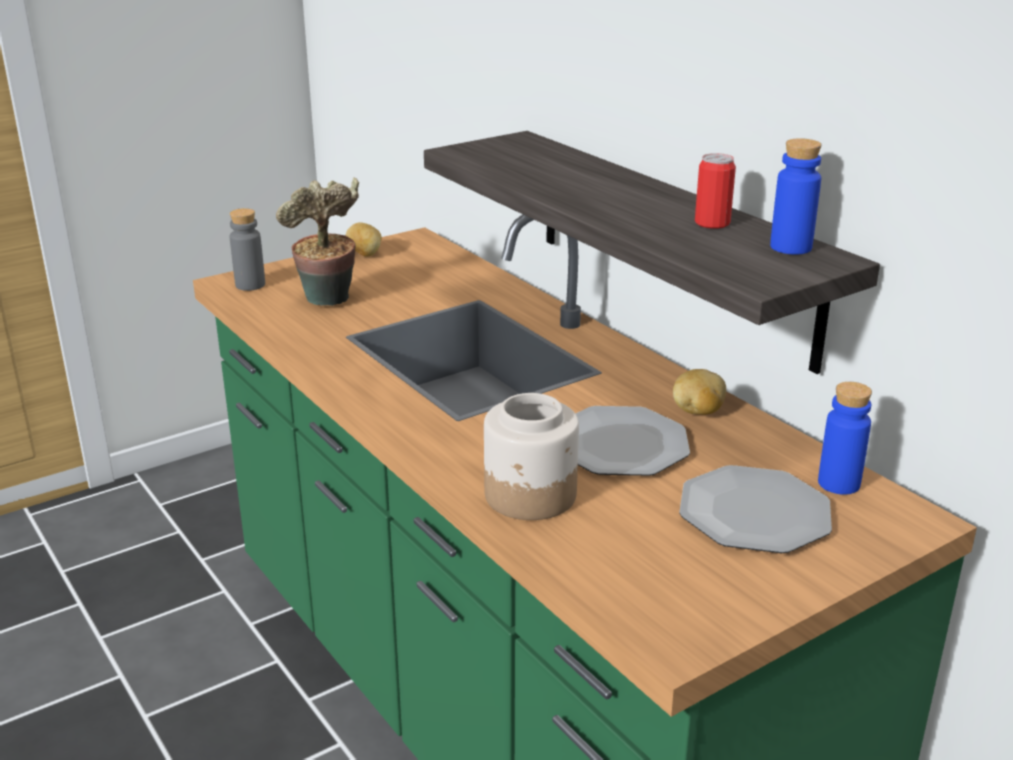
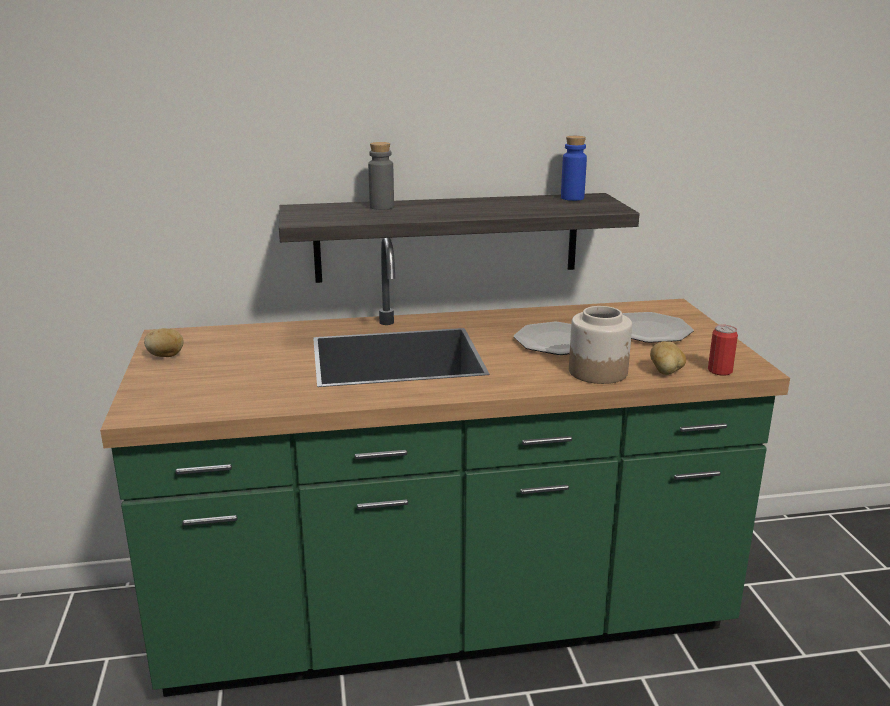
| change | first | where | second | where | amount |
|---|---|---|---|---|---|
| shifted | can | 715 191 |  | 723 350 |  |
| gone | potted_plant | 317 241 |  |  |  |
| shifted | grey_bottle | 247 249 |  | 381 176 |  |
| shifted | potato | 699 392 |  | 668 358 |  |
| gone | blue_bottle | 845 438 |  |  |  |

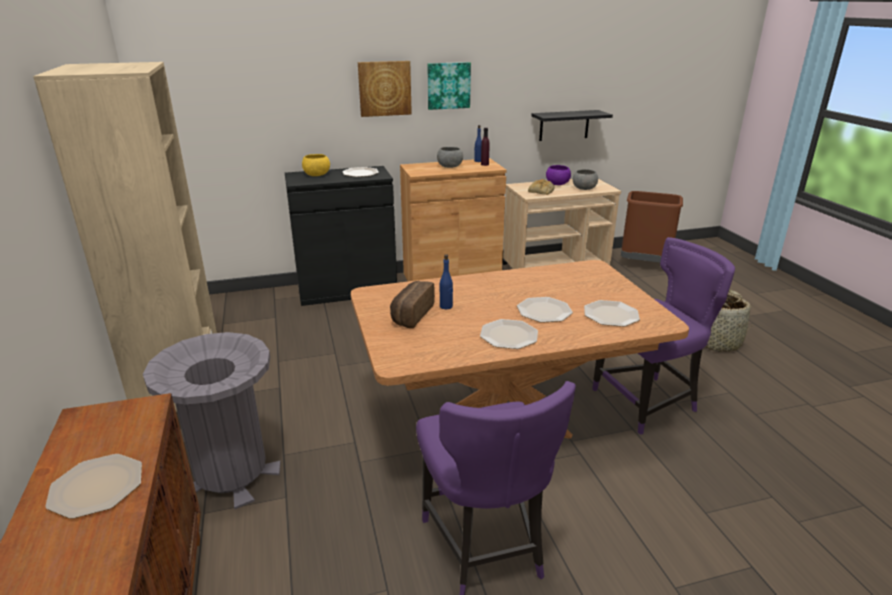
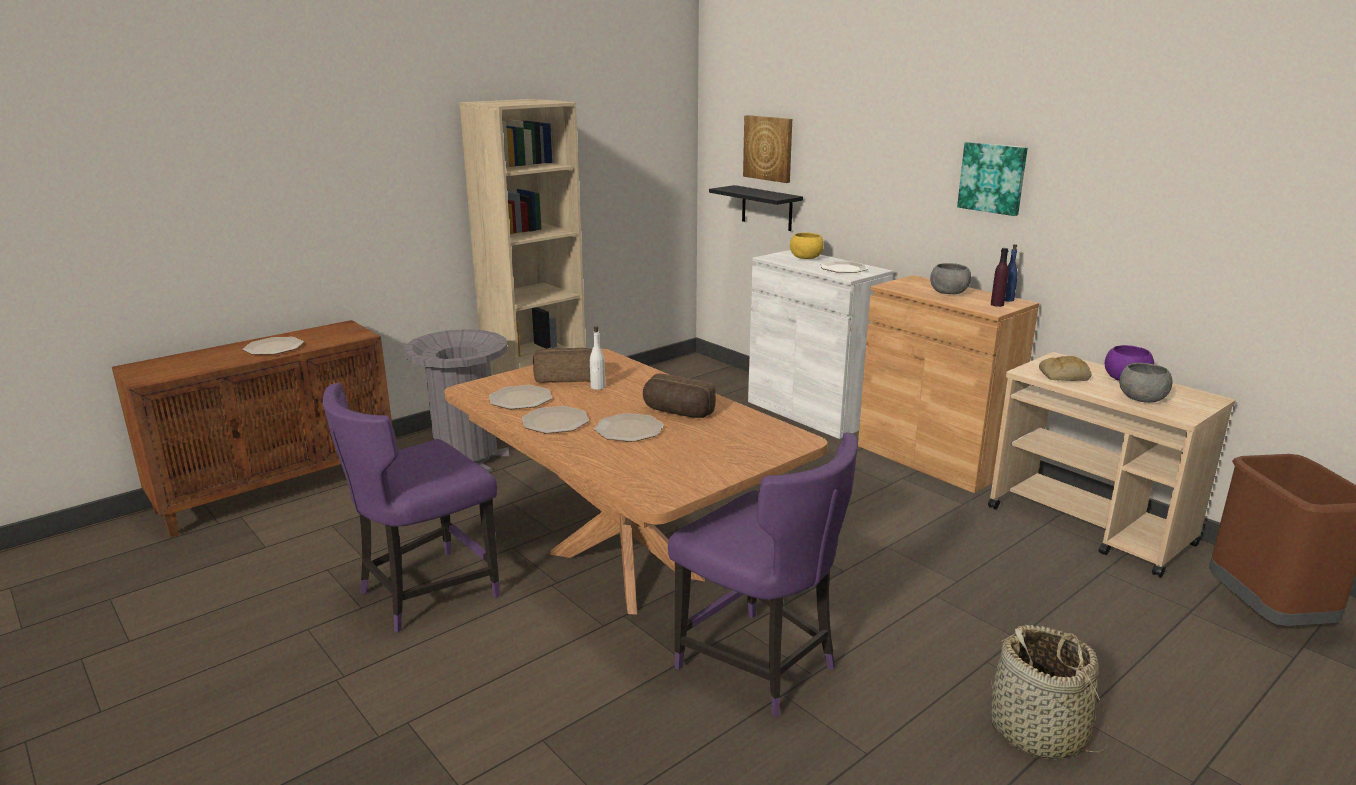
| change | first | where | second | where | amount |
|---|---|---|---|---|---|
| shifted | picture | 385 89 |  | 767 149 |  |
| shifted | black_shelf | 572 125 |  | 756 208 |  |
| repainted | black_cabinet | 341 236 | white_cabinet | 820 344 |  |
| repainted | blue_bottle | 446 281 | white_bottle | 597 358 |  |
| shifted | plate | 612 313 |  | 520 397 |  |
| new |  |  | bread | 679 395 |  |

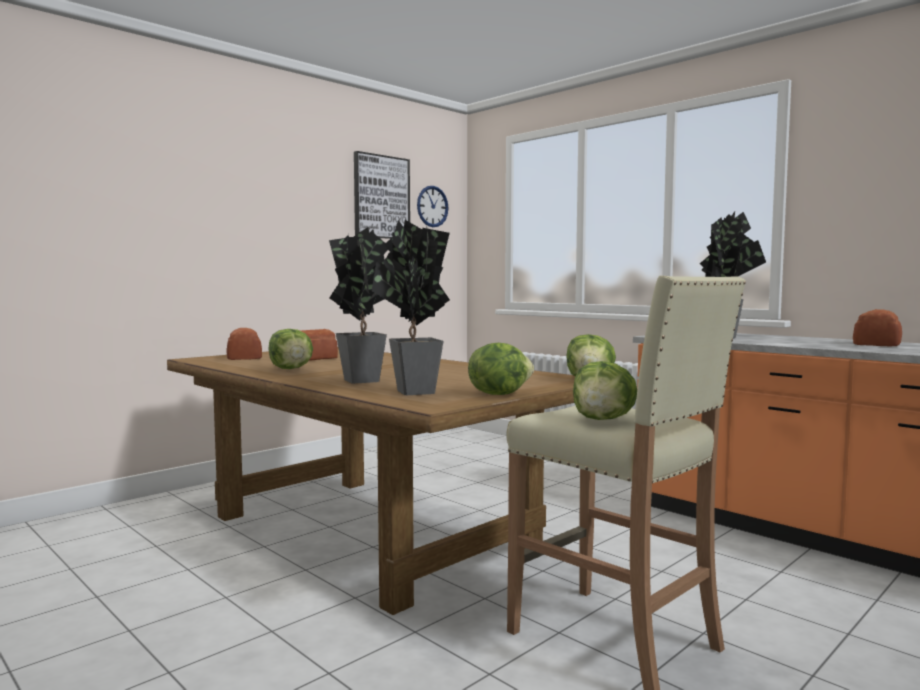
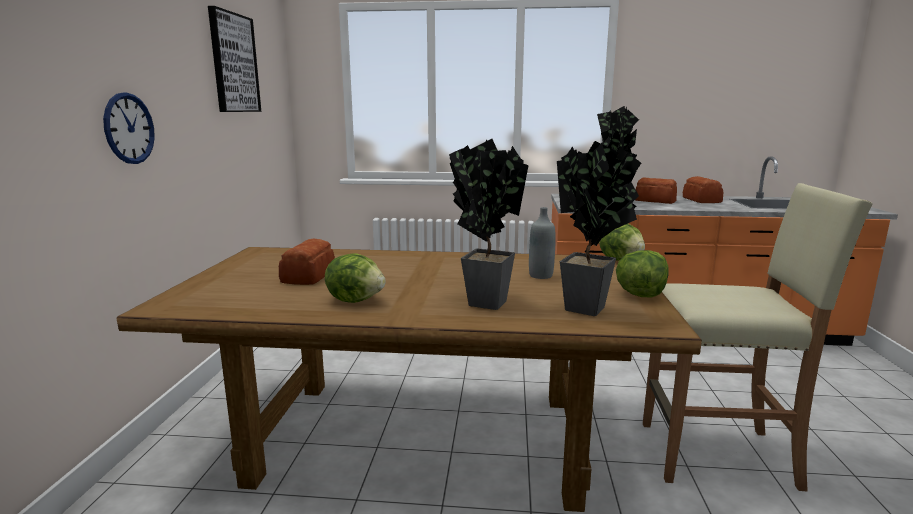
| change | first | where | second | where | amount |
|---|---|---|---|---|---|
| shifted | wall_clock | 432 206 |  | 129 128 |  |
| shifted | bread | 244 344 |  | 656 191 |  |
| gone | lettuce | 605 390 |  |  |  |
| new |  |  | grey_bottle | 542 243 |  |

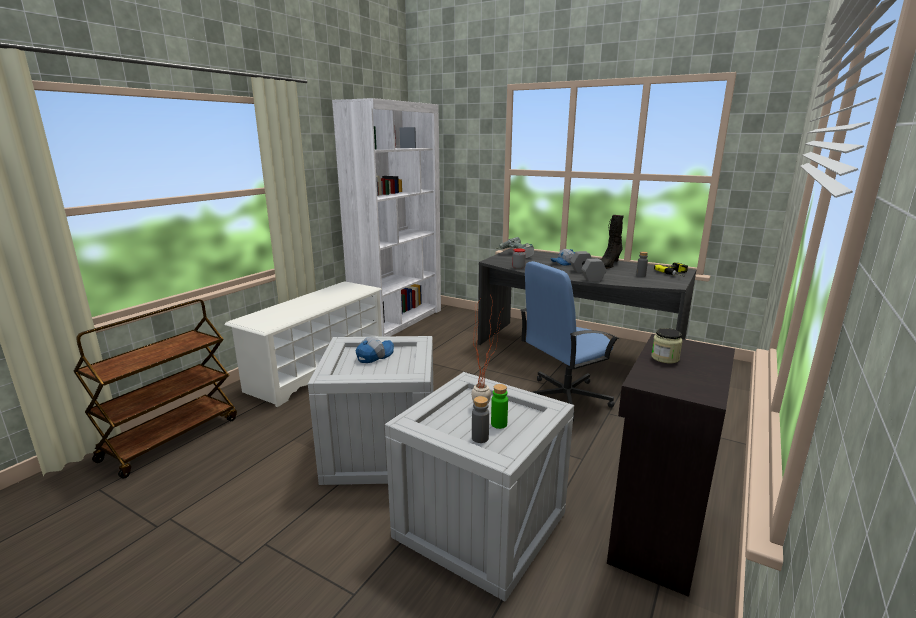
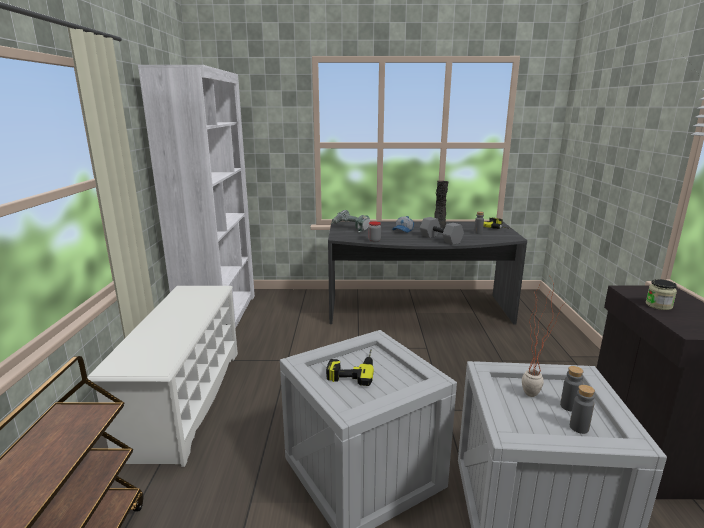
| change | first | where | second | where | amount |
|---|---|---|---|---|---|
| gone | blue_office_chair | 569 341 |  |  |  |
| swapped | cap | 375 350 | power_drill | 350 367 |  |
| repainted | green_bottle | 499 406 | grey_bottle | 572 389 |  |

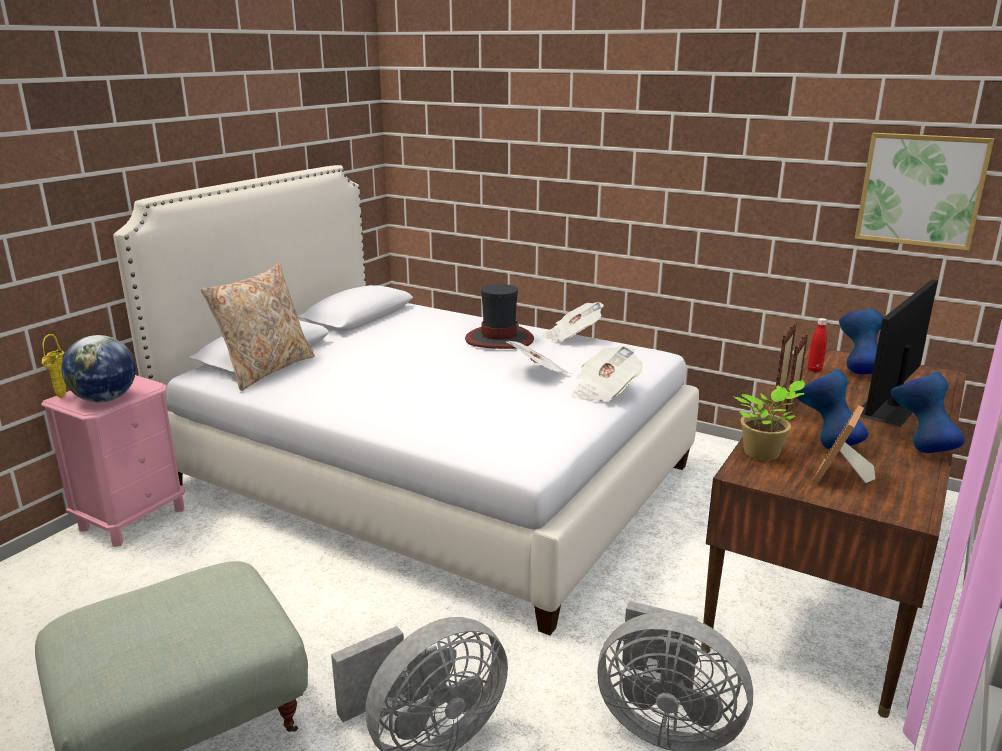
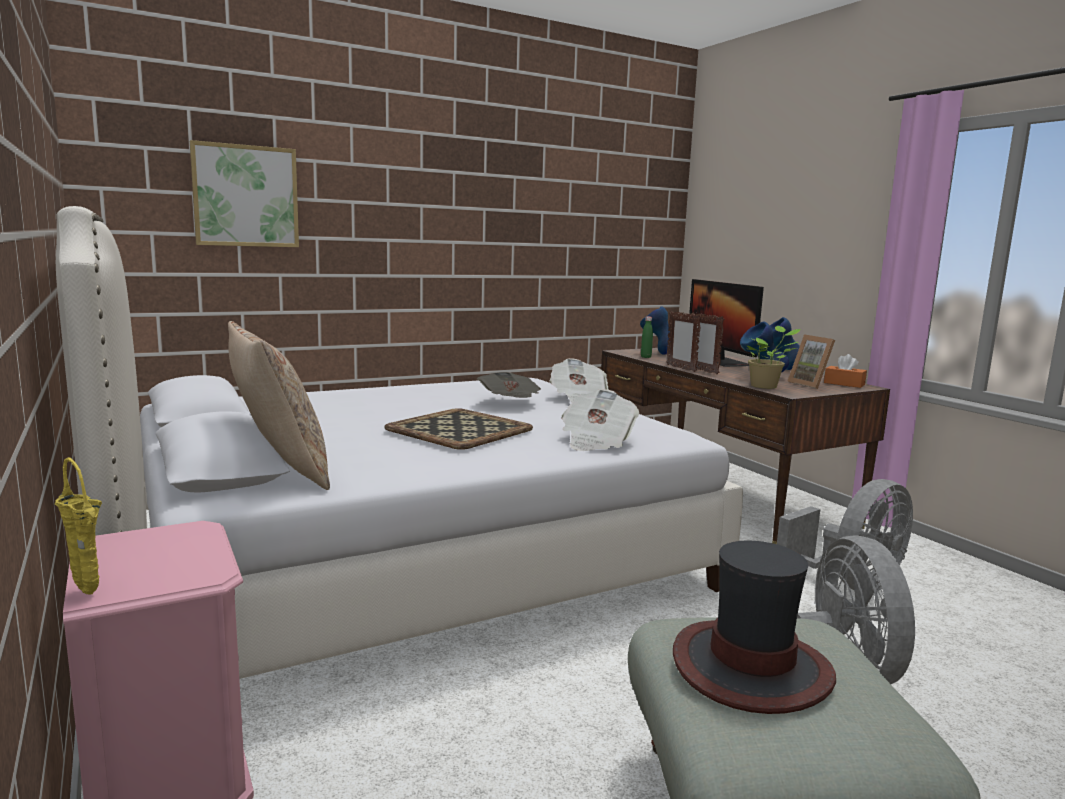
| change | first | where | second | where | amount |
|---|---|---|---|---|---|
| shifted | picture | 924 192 |  | 244 193 |  |
| shifted | hat | 499 316 |  | 754 627 |  |
| shifted | newspaper | 573 322 |  | 600 420 |  |
| repainted | red_bottle | 817 345 | green_bottle | 647 337 |  |
| gone | globe | 99 368 |  |  |  |
| new |  |  | orange_tissue_box | 845 371 |  |
| new |  |  | tray | 458 429 |  |

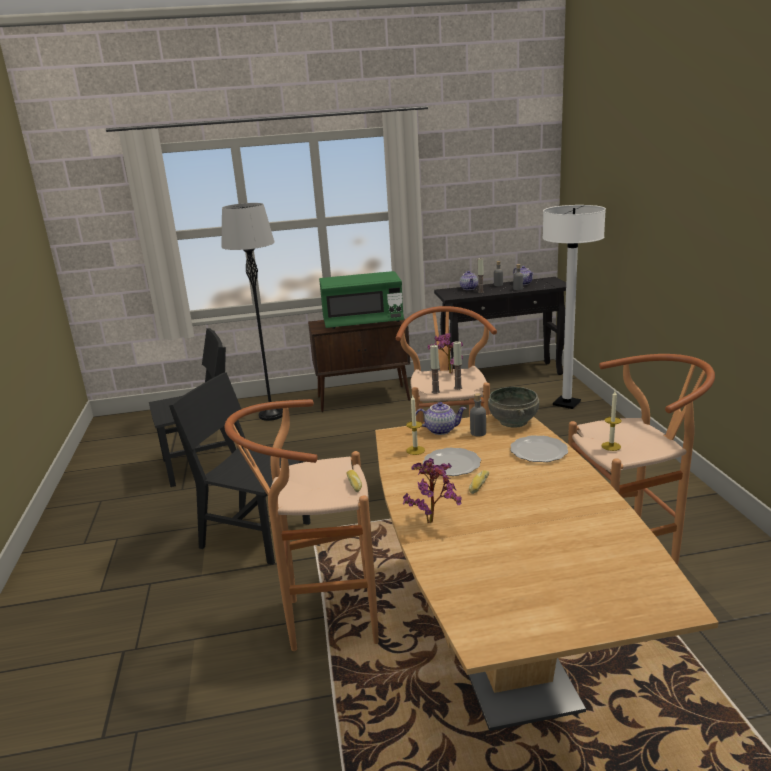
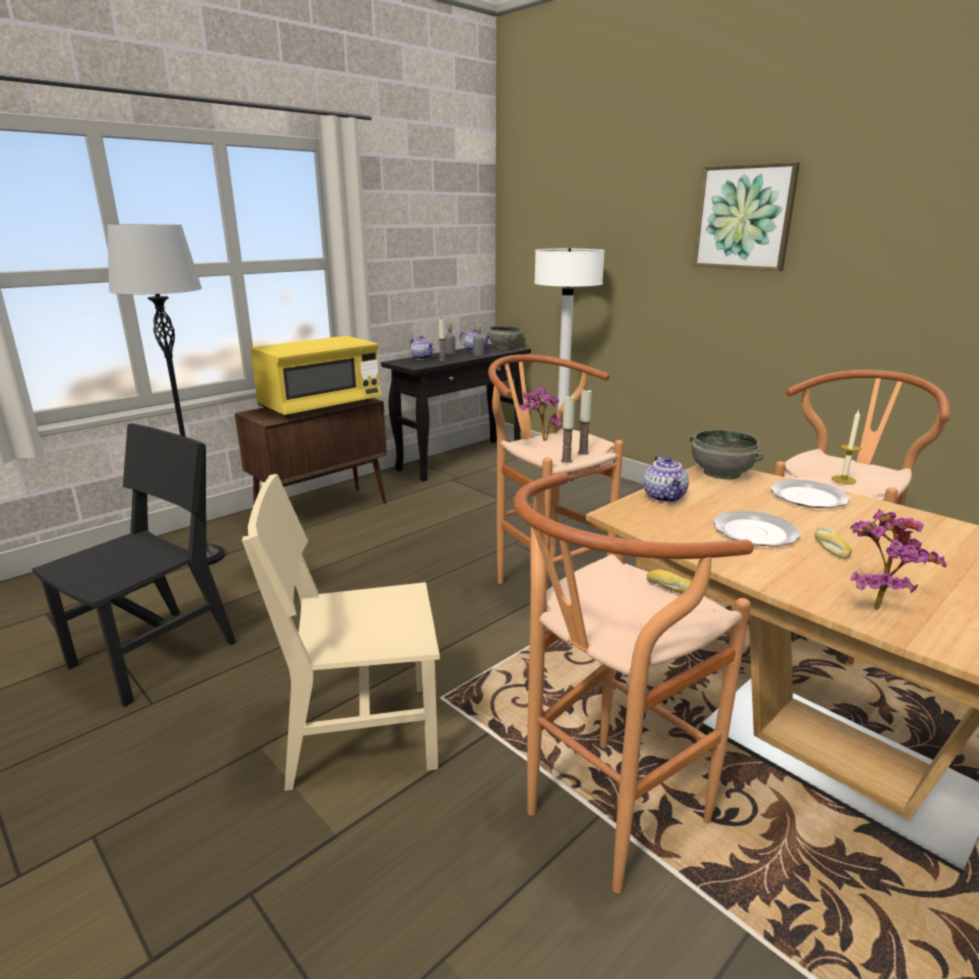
| change | first | where | second | where | amount |
|---|---|---|---|---|---|
| repainted | green_microwave | 361 300 | yellow_microwave | 315 376 |  |
| repainted | black_chair | 239 468 | beige_chair | 341 632 |  |
| gone | grey_bottle | 478 415 |  |  |  |
| gone | candle | 415 425 |  |  |  |
| rotated | teapot | 441 418 |  | 666 479 | 120 degrees clockwise |
| new |  |  | picture | 746 216 |  |
| new |  |  | grey_bowl | 505 337 |  |

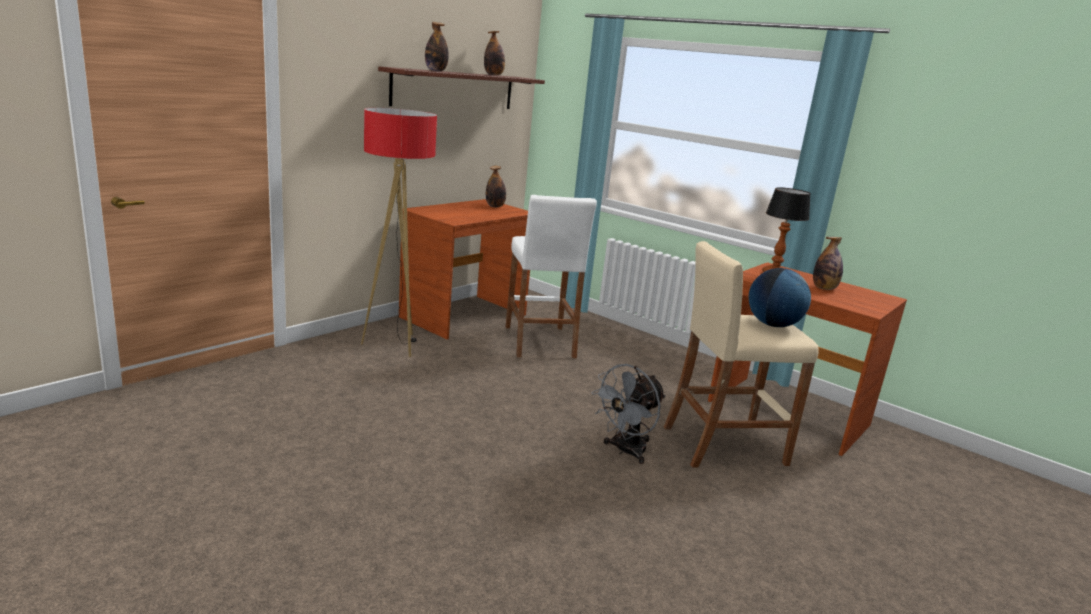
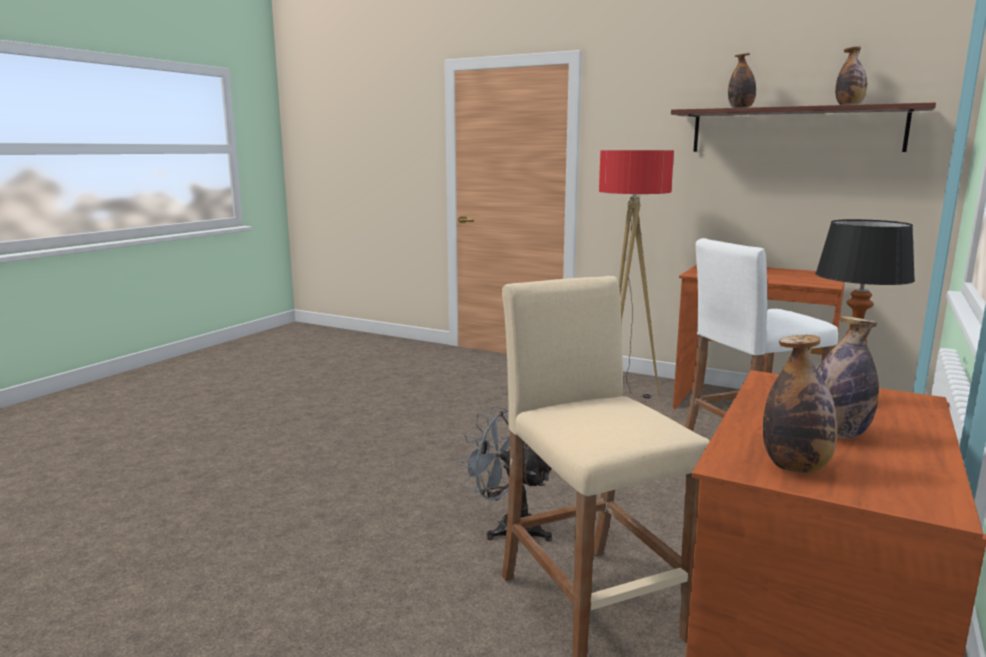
| change | first | where | second | where | amount |
|---|---|---|---|---|---|
| shifted | bottle | 496 186 |  | 800 404 |  |
| gone | globe | 780 297 |  |  |  |

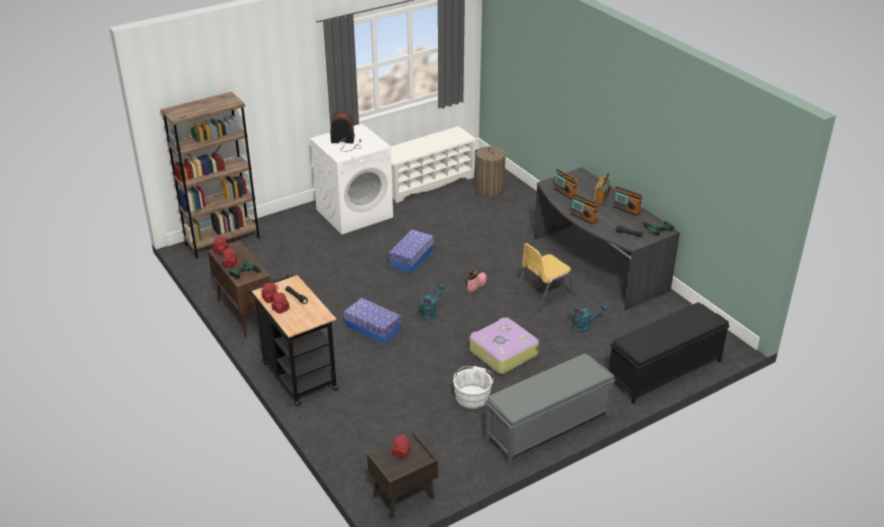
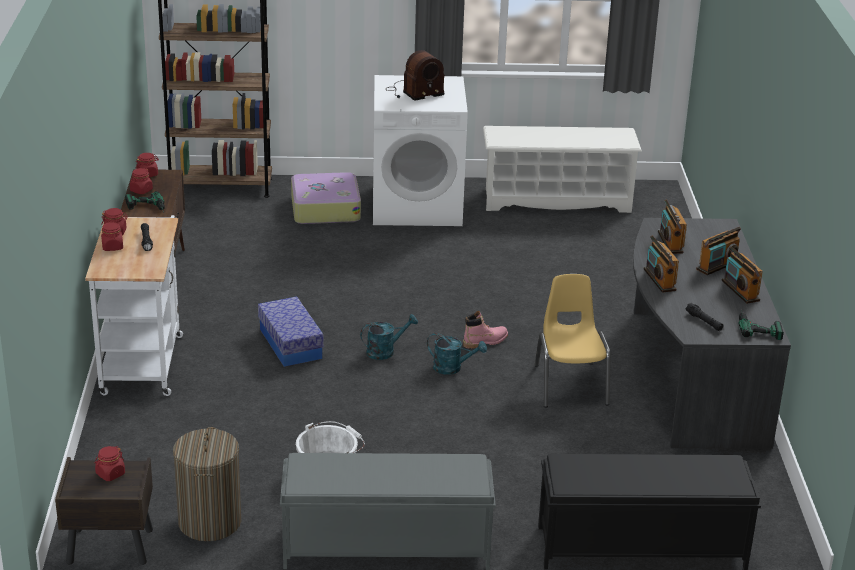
| change | first | where | second | where | amount |
|---|---|---|---|---|---|
| rotated | radio | 346 132 |  | 416 75 | 120 degrees clockwise |
| shifted | laundry_basket | 491 171 |  | 207 484 |  |
| gone | storage_box | 411 251 |  |  |  |
| rotated | yellow_chair | 545 277 |  | 572 340 | 90 degrees clockwise |
| repainted | black_cart | 293 340 | white_cart | 134 305 |  |
| shifted | turquoise_watering_can | 588 318 |  | 457 354 |  |
| shifted | suitcase | 504 346 |  | 326 198 |  |

